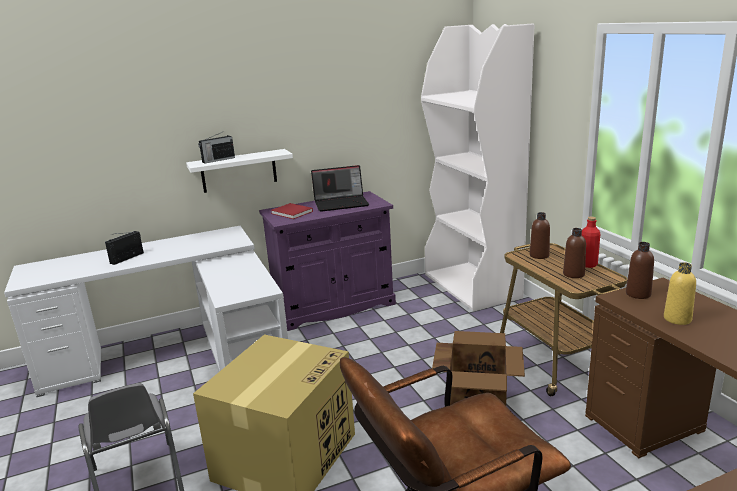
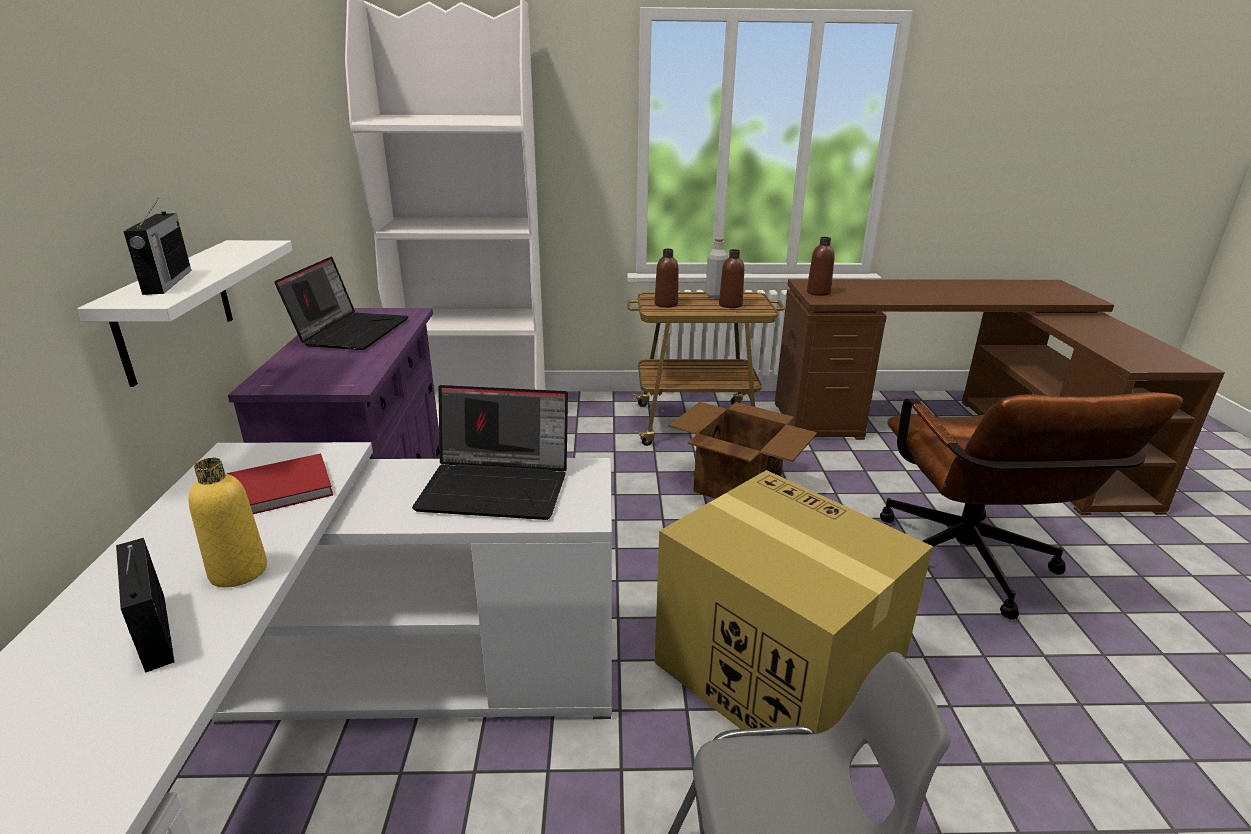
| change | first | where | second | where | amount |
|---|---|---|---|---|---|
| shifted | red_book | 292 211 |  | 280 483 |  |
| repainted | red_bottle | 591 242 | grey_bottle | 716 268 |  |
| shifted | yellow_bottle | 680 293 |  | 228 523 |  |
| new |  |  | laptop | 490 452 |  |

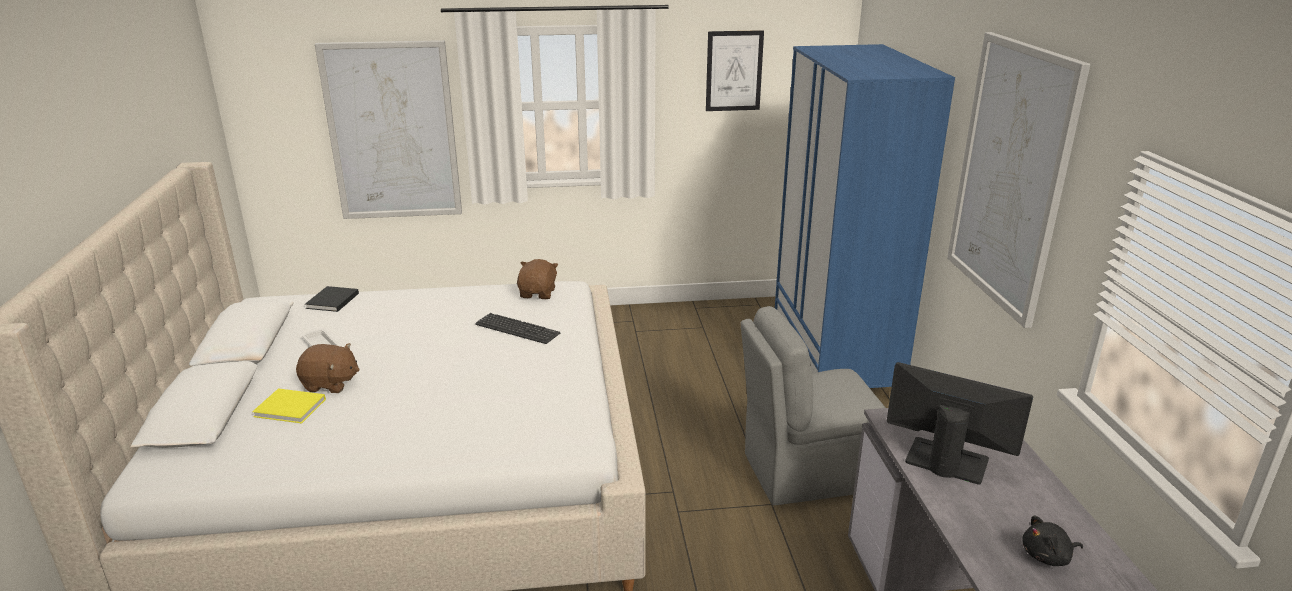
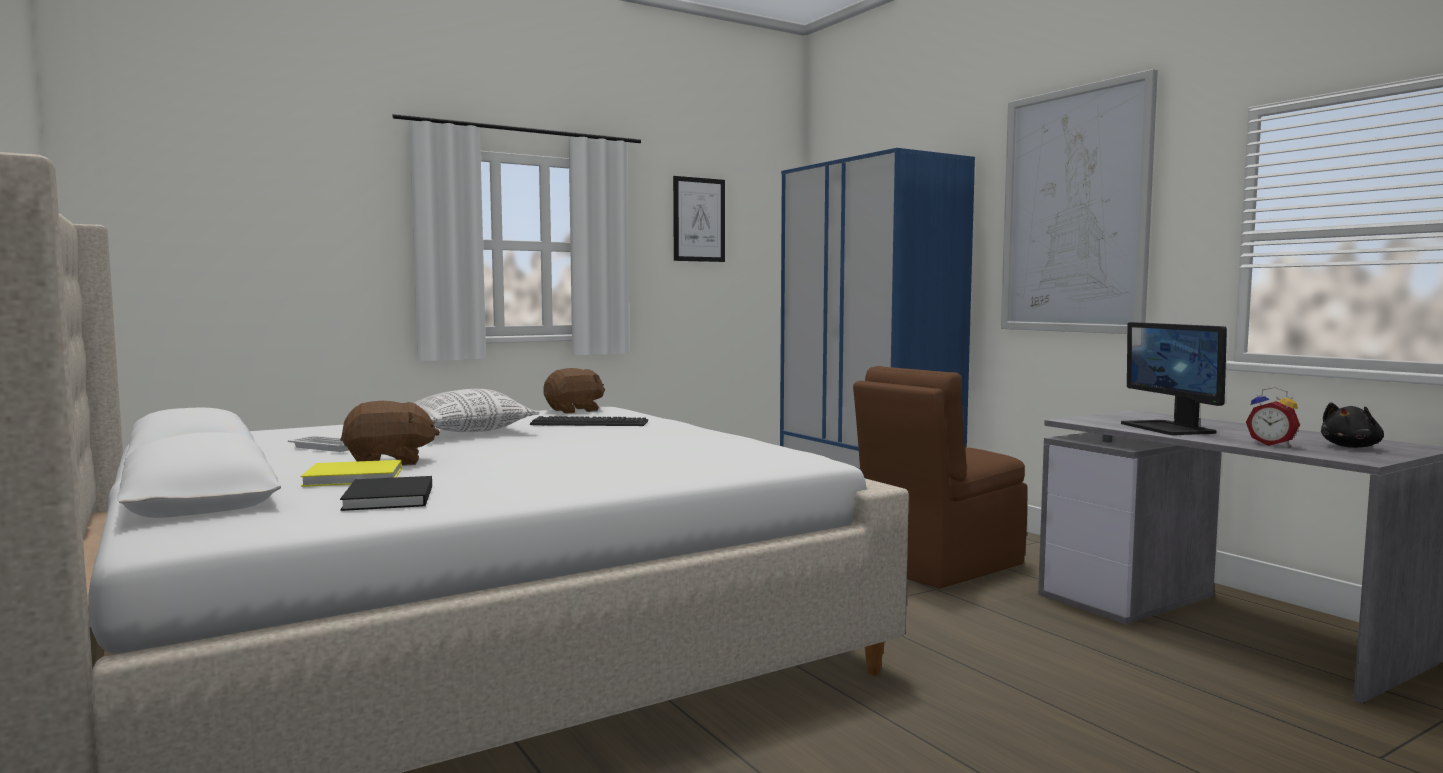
| change | first | where | second | where | amount |
|---|---|---|---|---|---|
| gone | picture | 388 129 |  |  |  |
| rotated | brown_plush_toy | 537 279 |  | 574 391 | 75 degrees clockwise |
| shifted | black_book | 332 299 |  | 386 493 |  |
| repainted | grey_chair | 813 406 | brown_chair | 940 477 |  |
| rotated | monitor | 960 423 |  | 1174 378 | 105 degrees counterclockwise |
| new |  |  | alarm_clock | 1273 417 |  |
| new |  |  | pillow | 477 410 |  |

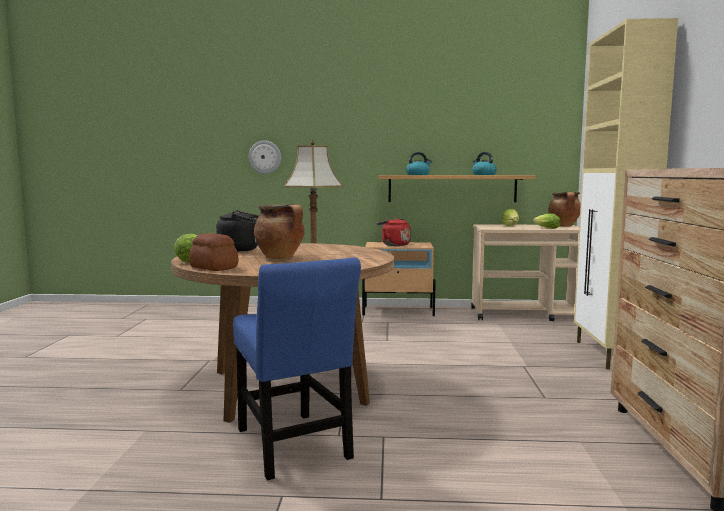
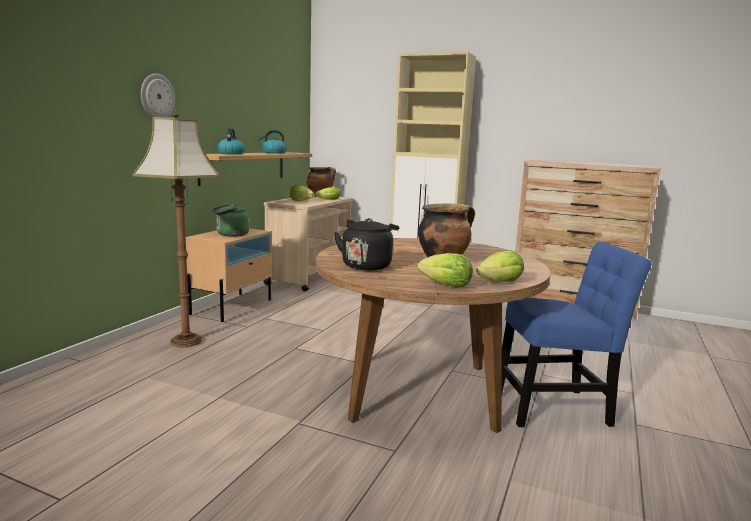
| change | first | where | second | where | amount |
|---|---|---|---|---|---|
| shifted | wall_clock | 265 157 |  | 158 95 |  |
| repainted | red_kettle | 393 232 | green_kettle | 230 220 |  |
| swapped | bread | 213 252 | lettuce | 500 266 |  |

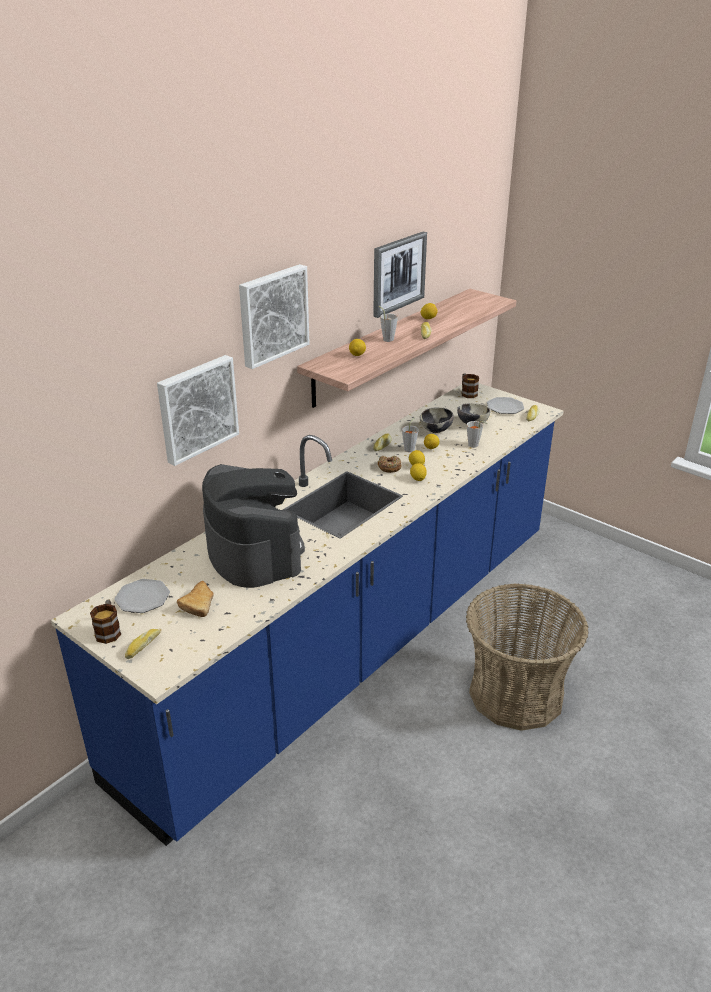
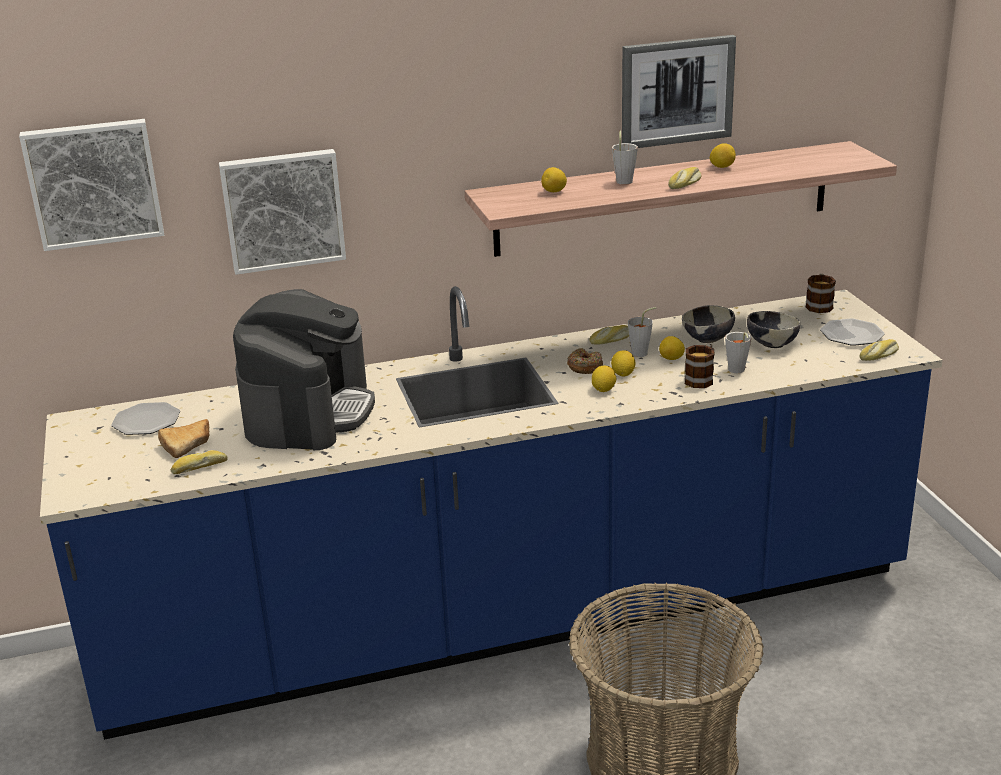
| change | first | where | second | where | amount |
|---|---|---|---|---|---|
| shifted | picture | 274 316 |  | 91 185 |  |
| shifted | mug | 105 622 |  | 699 366 |  |
| shifted | bread | 143 644 |  | 199 462 |  |

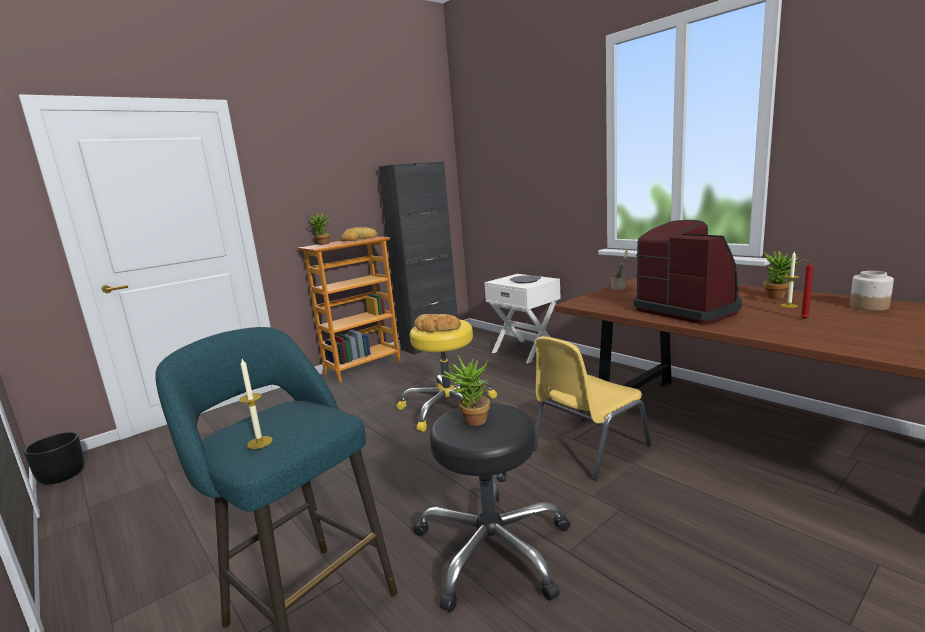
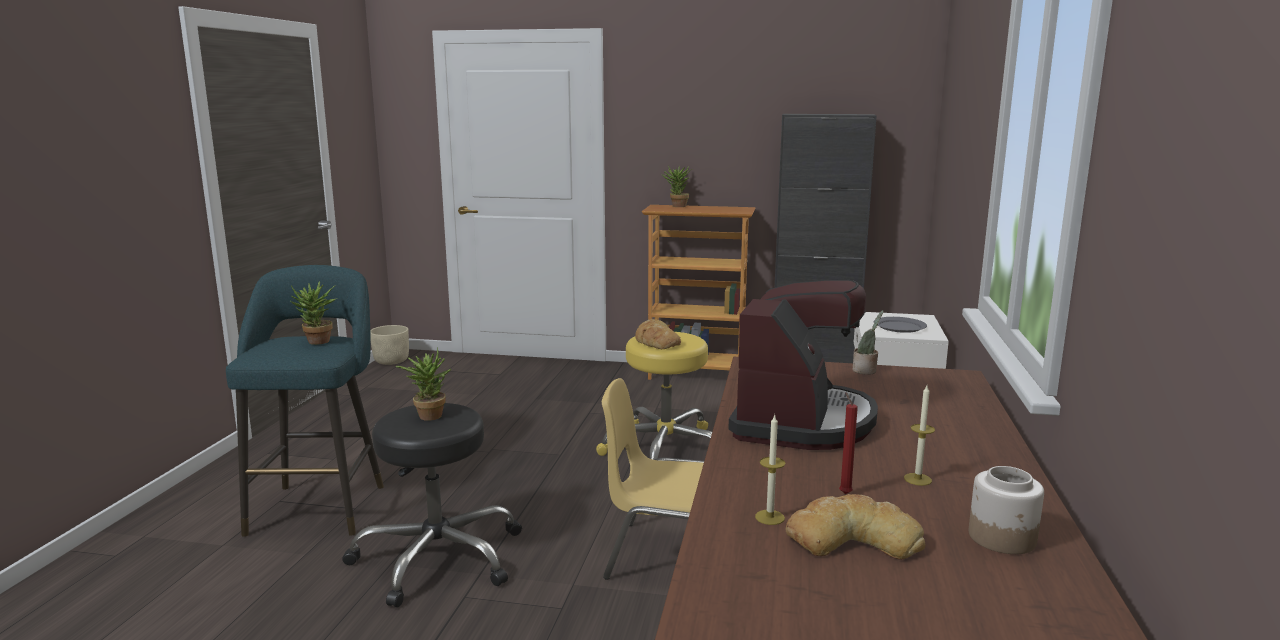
| change | first | where | second | where | amount |
|---|---|---|---|---|---|
| shifted | bread | 359 234 |  | 855 527 |  |
| shifted | potted_plant | 784 275 |  | 314 313 |  |
| shifted | candle | 256 404 |  | 770 470 |  |
| repainted | black_planter | 54 458 | beige_planter | 389 345 |  |

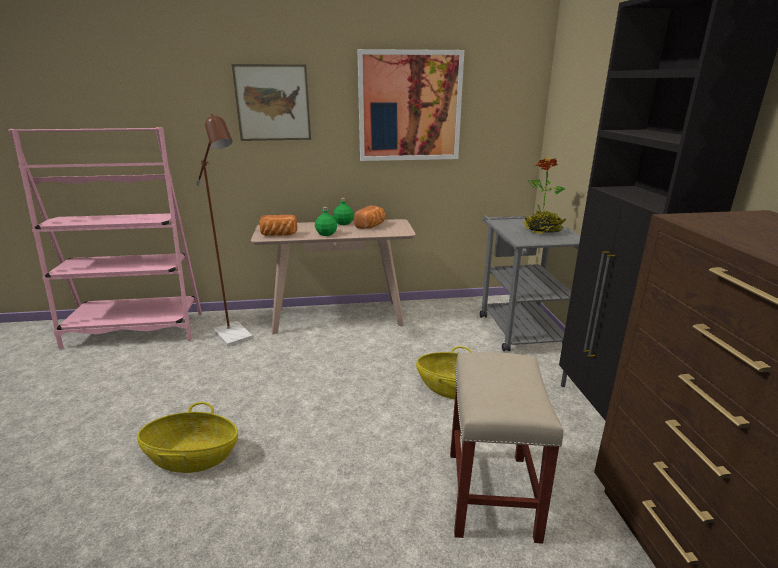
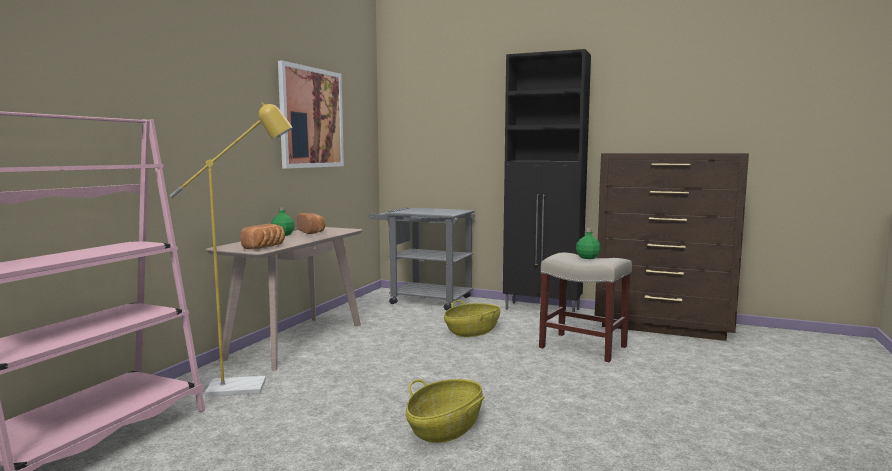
| change | first | where | second | where | amount |
|---|---|---|---|---|---|
| gone | picture | 271 102 |  |  |  |
| repainted | brown_floor_lamp | 224 229 | yellow_floor_lamp | 231 249 |  |
| gone | potted_plant | 544 195 |  |  |  |
| shifted | green_bottle | 326 221 |  | 588 243 |  |

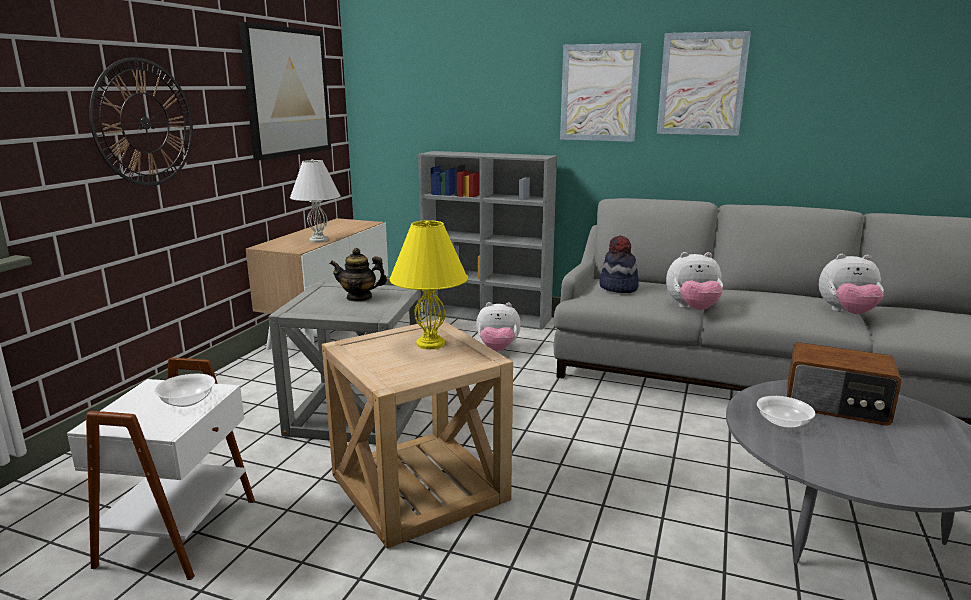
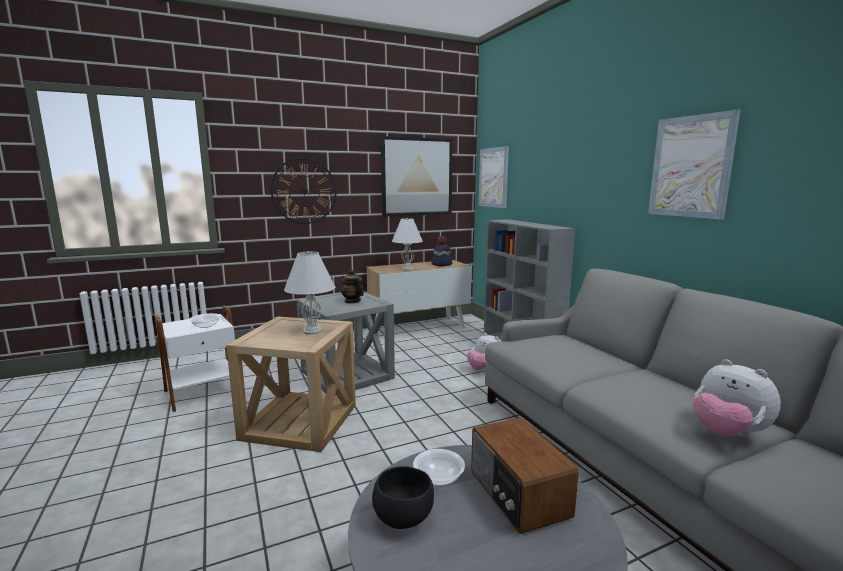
| change | first | where | second | where | amount |
|---|---|---|---|---|---|
| shifted | picture | 600 92 |  | 494 177 |  |
| repainted | yellow_table_lamp | 429 284 | white_table_lamp | 309 293 |  |
| shifted | hat | 619 264 |  | 441 251 |  |
| gone | plush_toy | 694 281 |  |  |  |
| new |  |  | black_bowl | 403 497 |  |

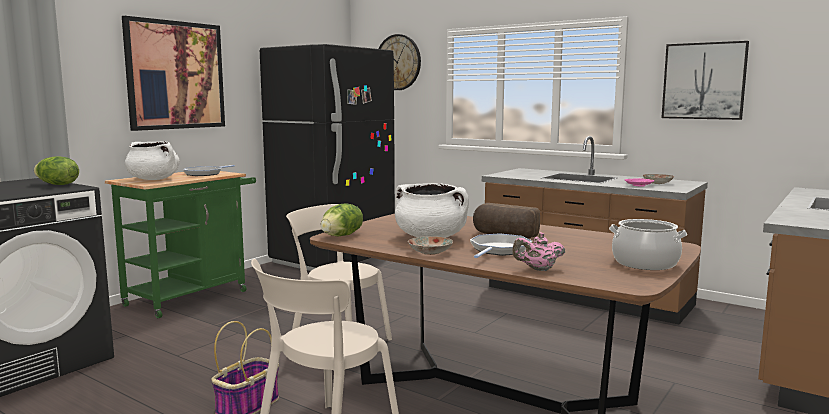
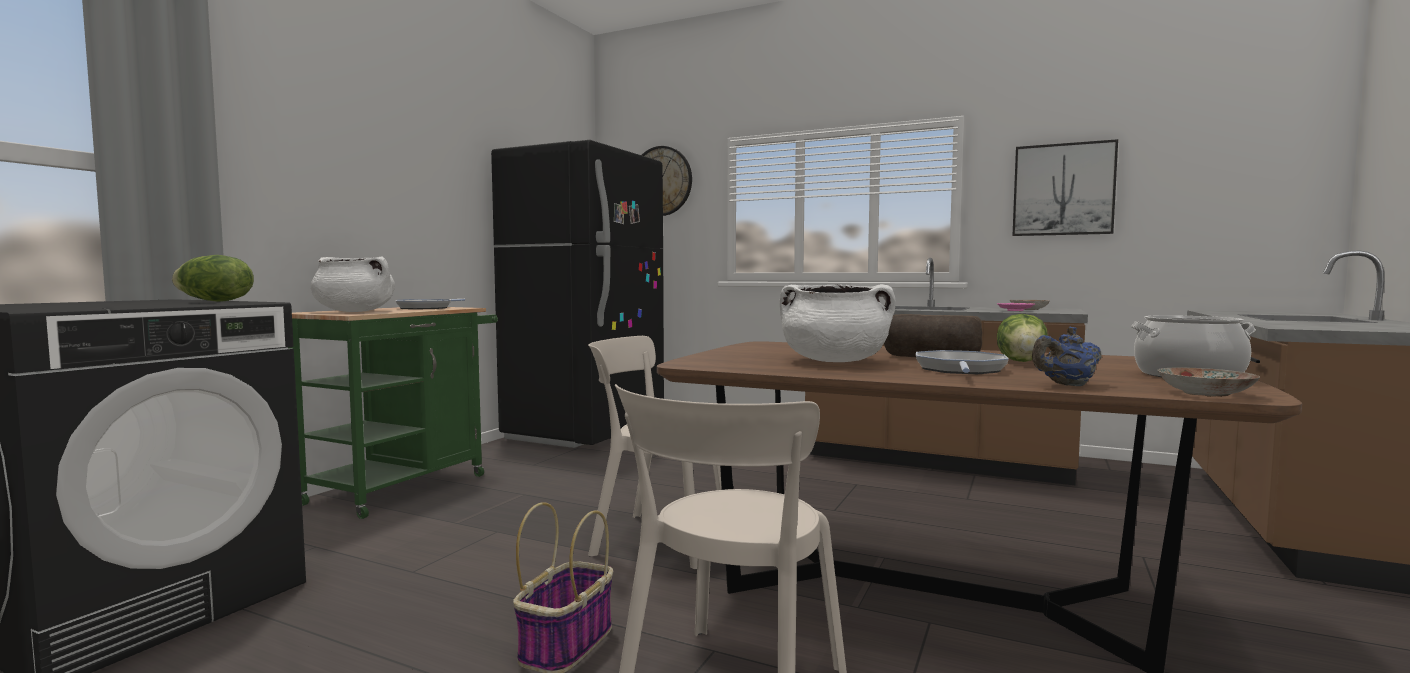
| change | first | where | second | where | amount |
|---|---|---|---|---|---|
| gone | picture | 173 73 |  |  |  |
| shifted | lettuce | 342 219 |  | 1022 338 |  |
| repainted | pink_teapot | 538 251 | blue_teapot | 1067 356 |  |
| shifted | plate | 430 245 |  | 1208 382 |  |

